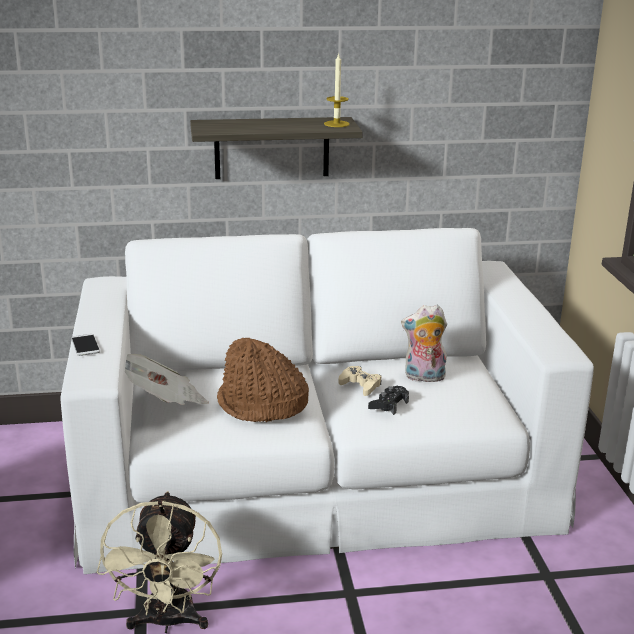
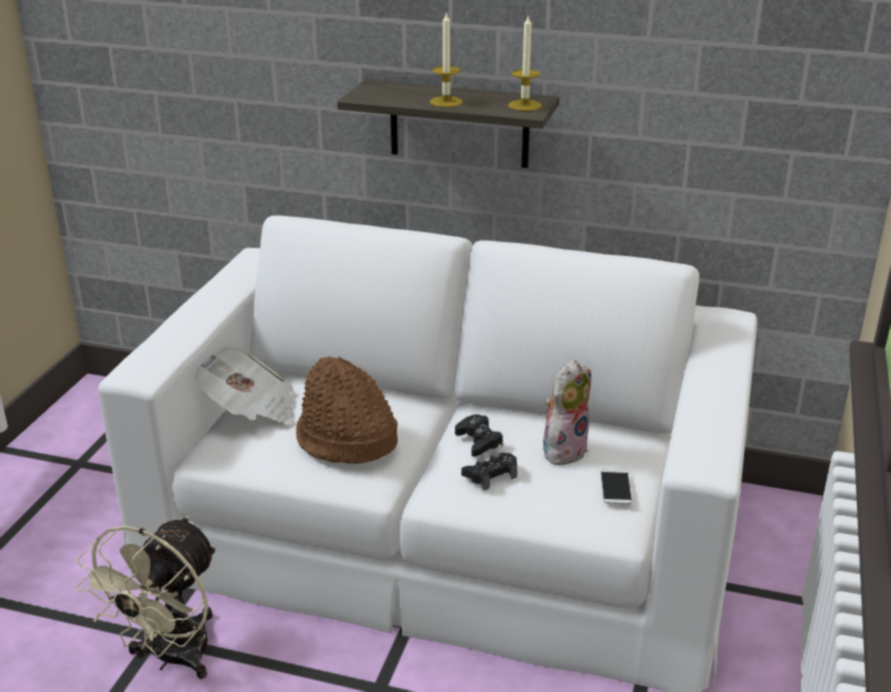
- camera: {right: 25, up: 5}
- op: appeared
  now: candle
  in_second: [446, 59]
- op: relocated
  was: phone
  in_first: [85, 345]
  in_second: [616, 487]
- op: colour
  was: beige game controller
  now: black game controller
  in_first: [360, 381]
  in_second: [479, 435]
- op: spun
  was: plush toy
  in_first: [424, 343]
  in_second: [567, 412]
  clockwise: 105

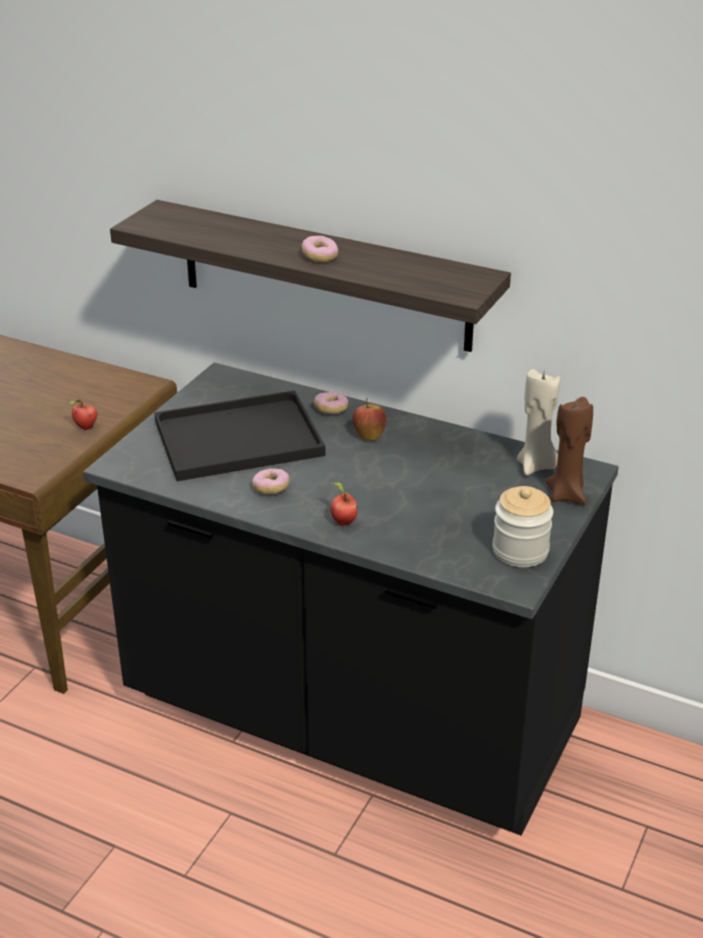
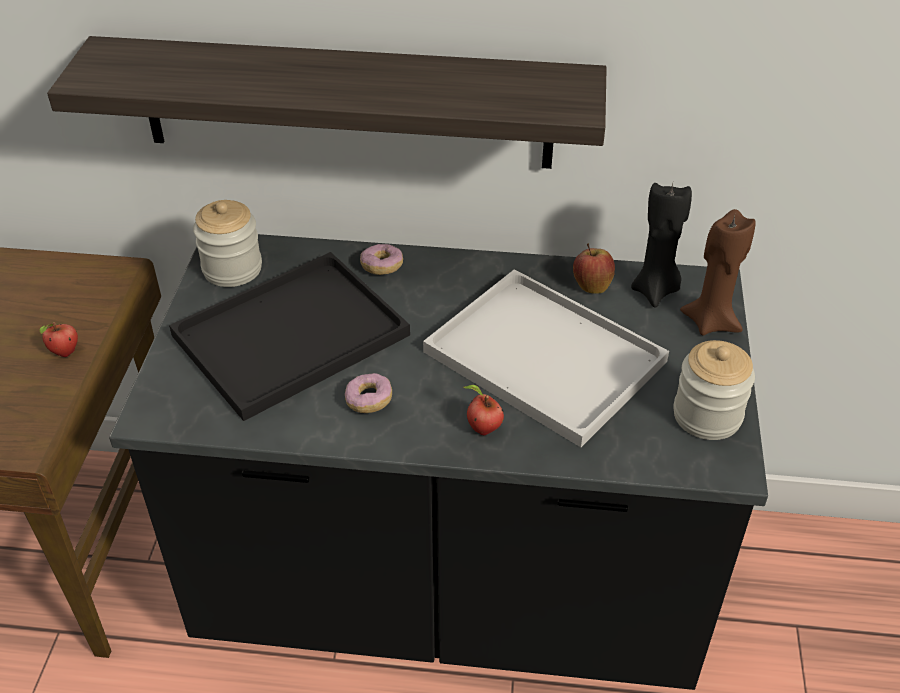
- camera: {right: -20, up: 10}
- op: missing
  was: donut
  in_first: [320, 249]
- op: appeared
  now: jar
  in_second: [227, 243]
- op: appeared
  now: white tray
  in_second: [546, 358]
- op: relocated
  was: apple
  in_first: [369, 419]
  in_second: [594, 268]
- op: colour
  was: beige candle
  now: black candle
  in_first: [538, 422]
  in_second: [661, 245]

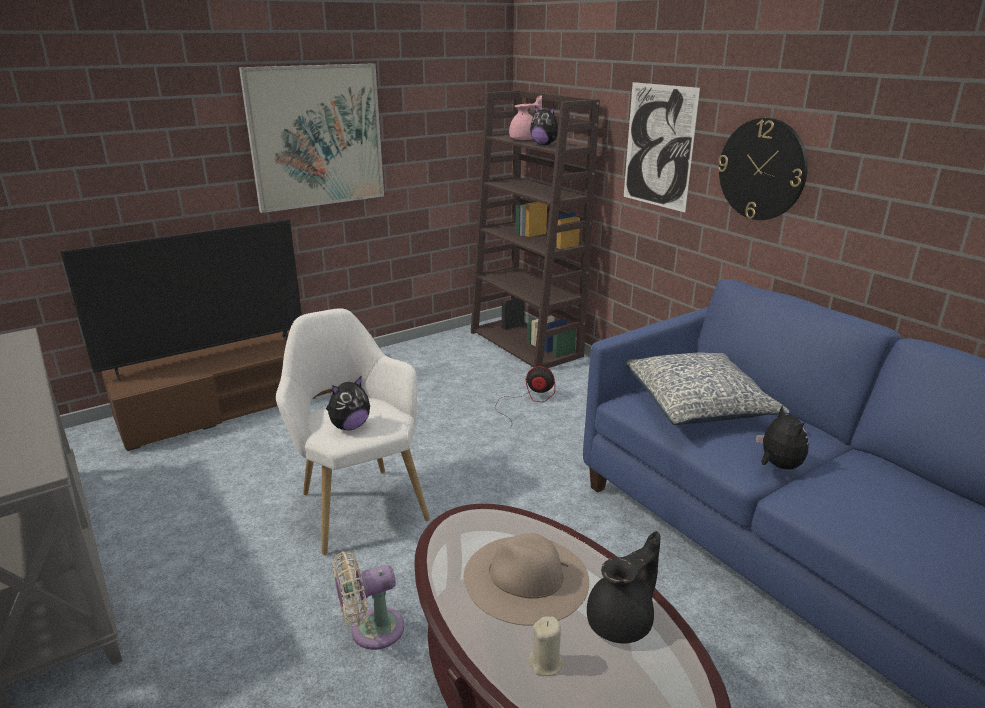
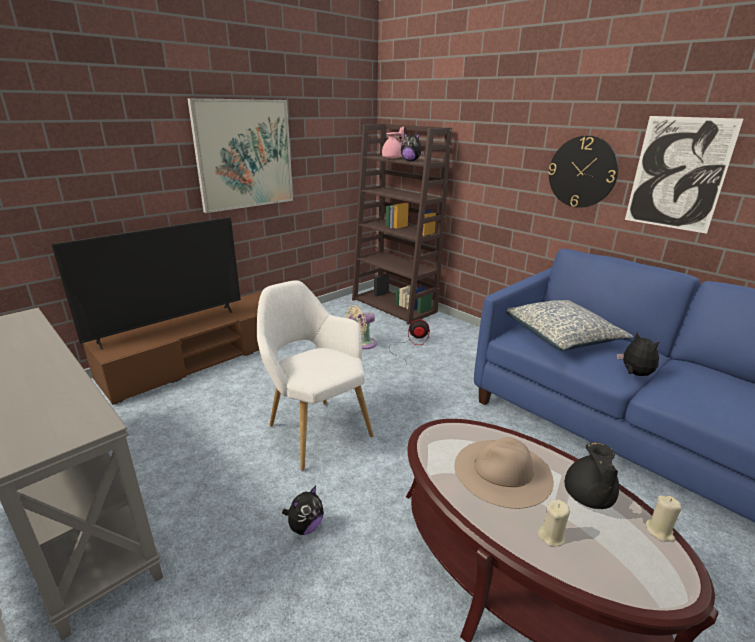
- camera: {right: -10, up: 0}
- op: appeared
  now: beige candle
  in_second: [664, 519]
- op: relocated
  was: plush toy
  in_first: [348, 403]
  in_second: [303, 510]
- op: relocated
  was: beige fan
  in_first: [368, 600]
  in_second: [361, 327]
- op: relocated
  was: picture
  in_first: [662, 147]
  in_second: [684, 175]
- op: spun
  was: black teapot
  in_first: [624, 587]
  in_second: [592, 475]
  clockwise: 150

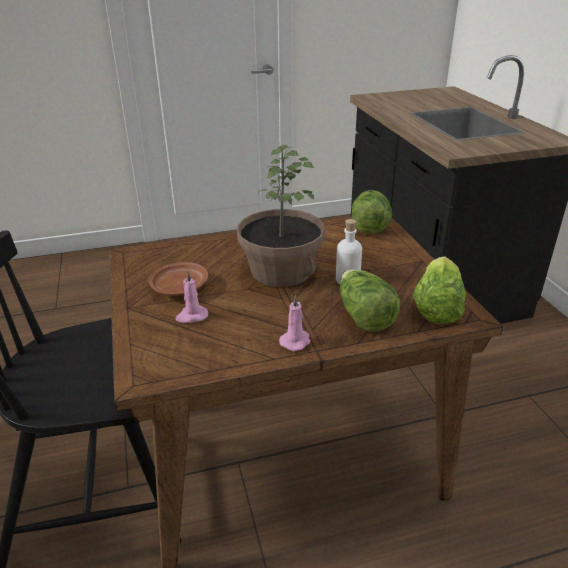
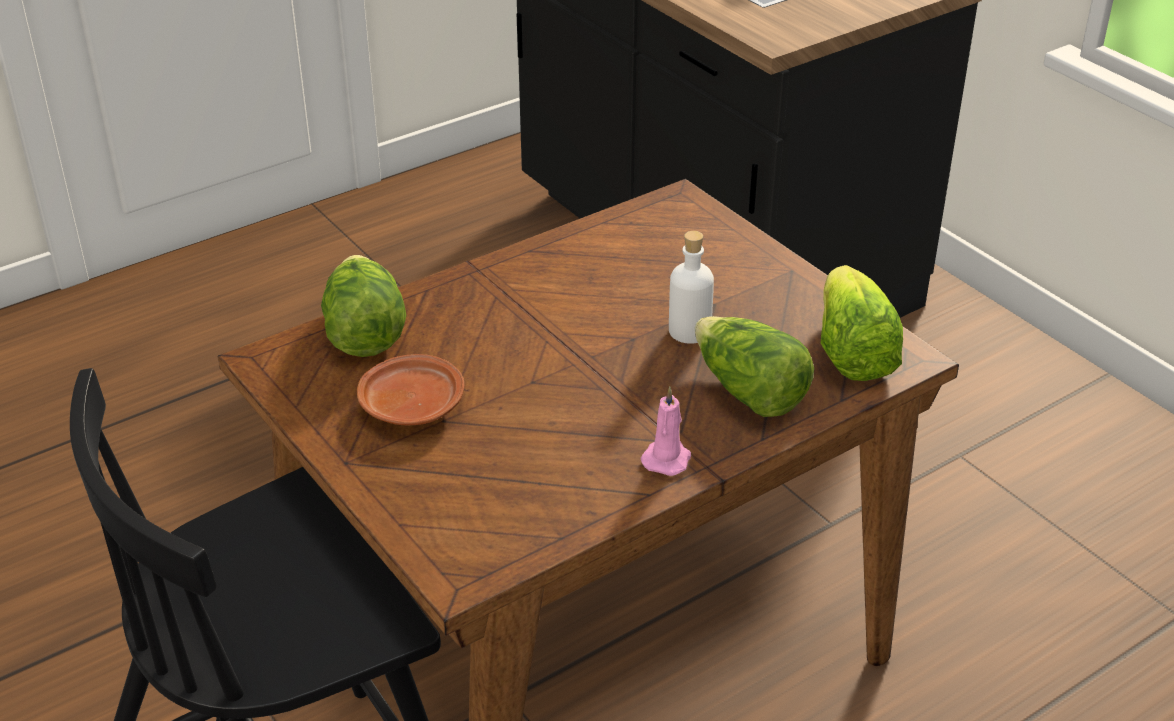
- camera: {right: -20, up: 5}
- op: missing
  was: pink candle
  in_first: [192, 297]
- op: missing
  was: potted plant
  in_first: [281, 216]
- op: relocated
  was: lettuce
  in_first: [372, 212]
  in_second: [363, 306]

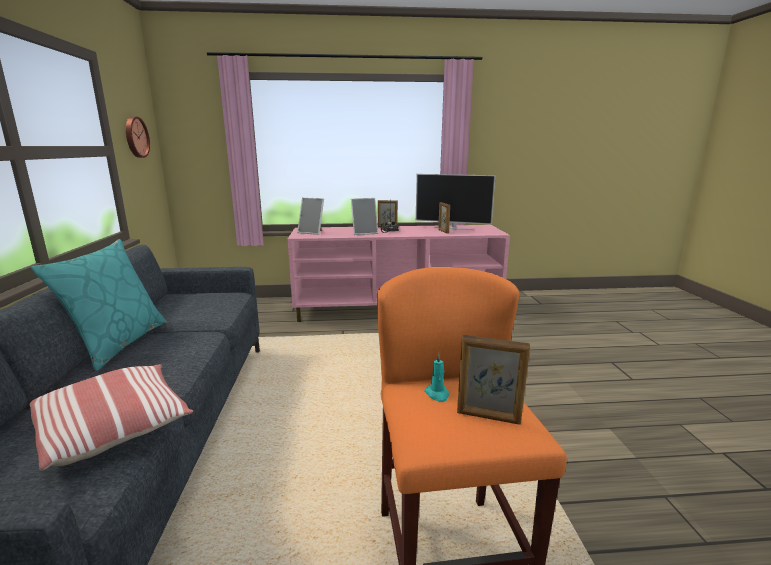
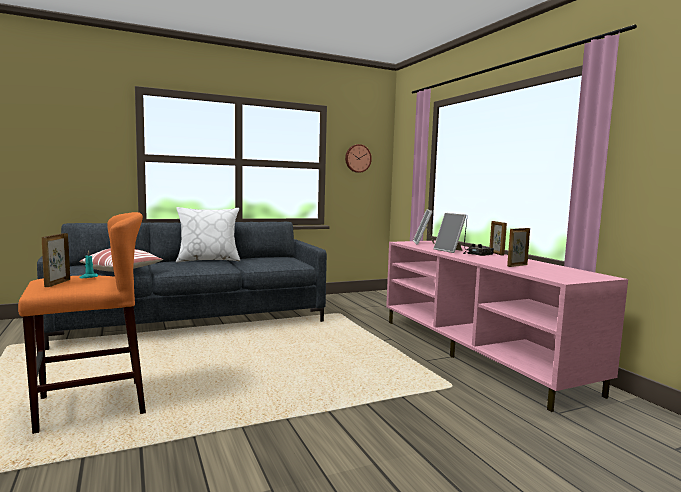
- camera: {right: 70, up: -10}
- op: missing
  was: television
  in_first: [456, 202]
- op: colour
  was: turquoise pillow
  now: white pillow
  in_first: [99, 305]
  in_second: [208, 235]

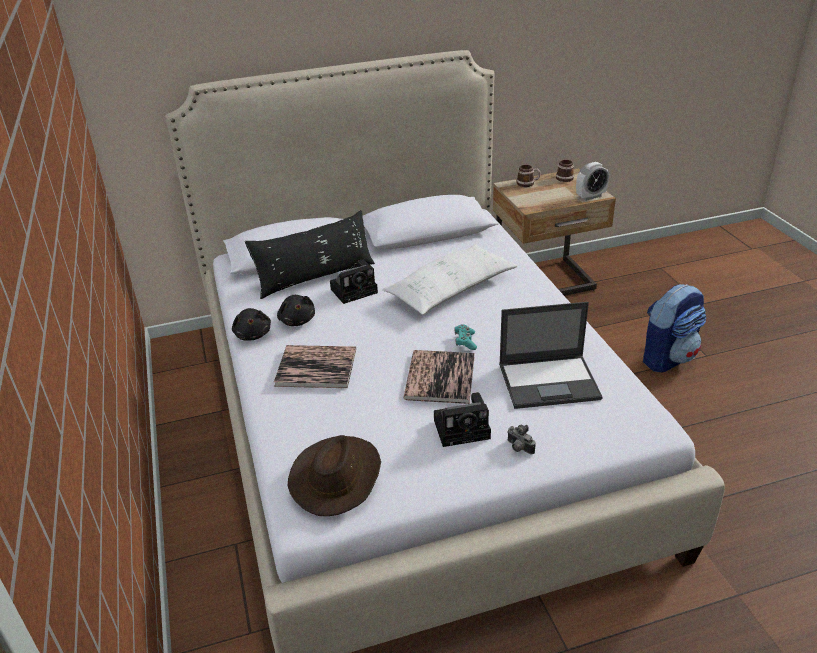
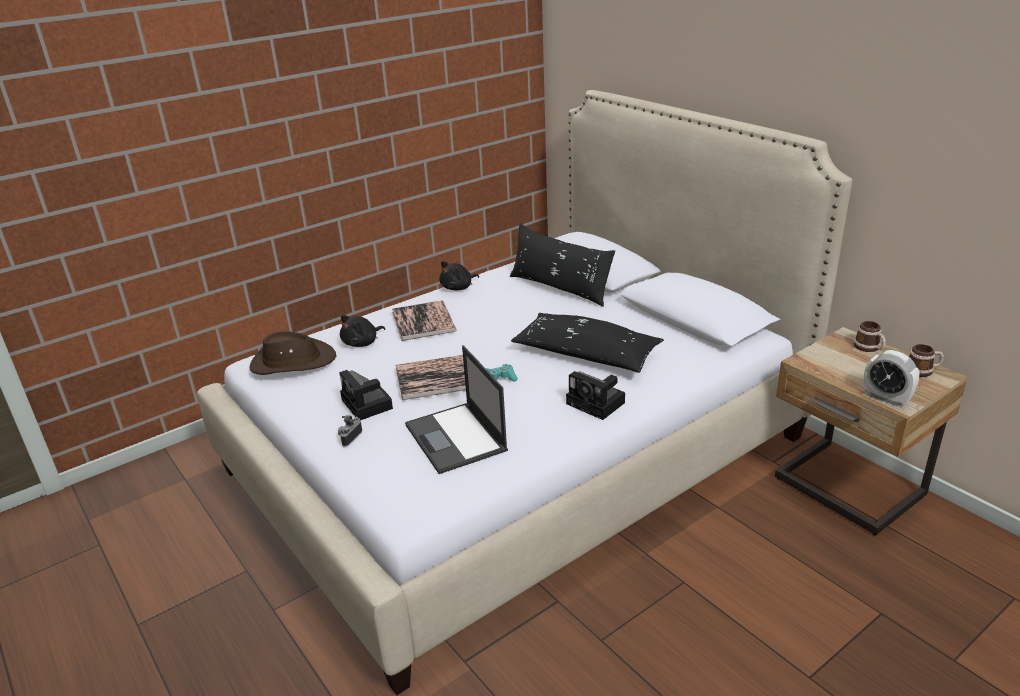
- camera: {right: 70, up: -5}
- op: missing
  was: backpack
  in_first: [674, 328]
- op: relocated
  was: black plush toy
  in_first: [296, 310]
  in_second: [362, 331]
- op: relocated
  was: photo camera
  in_first: [354, 281]
  in_second: [595, 395]
- op: colour
  was: white pillow
  now: black pillow
  in_first: [450, 279]
  in_second: [587, 343]

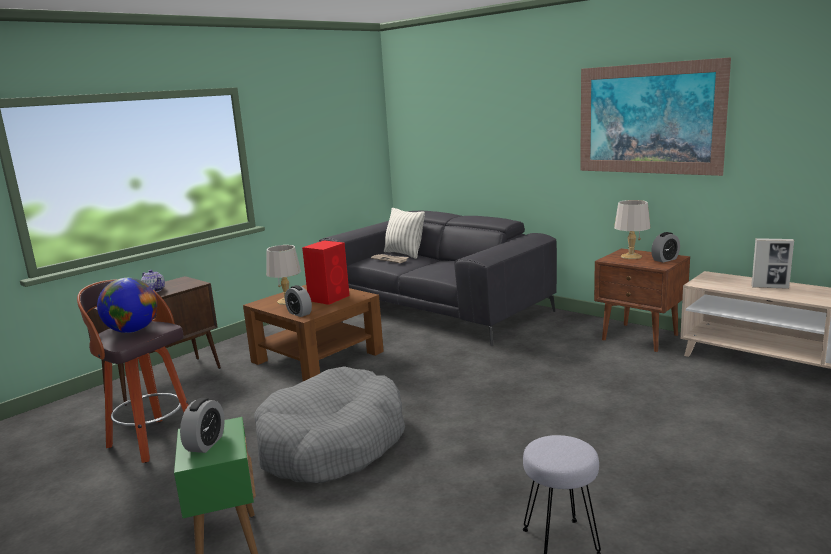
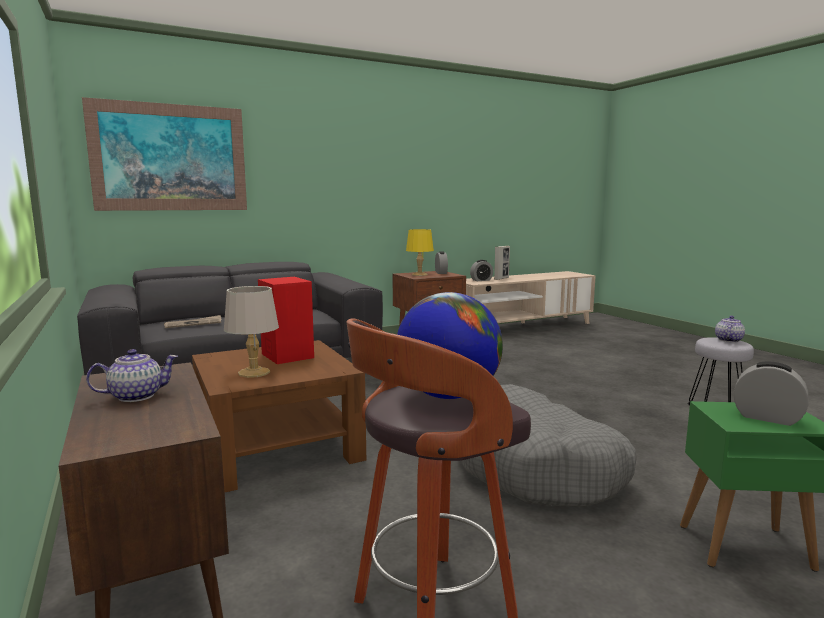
- camera: {right: -70, up: -5}
- op: missing
  was: pillow
  in_first: [404, 233]
- op: appeared
  now: teapot
  in_second: [730, 329]
- op: relocated
  was: alarm clock
  in_first: [298, 301]
  in_second: [481, 270]
- op: relocated
  was: picture
  in_first: [655, 116]
  in_second: [164, 154]
- op: colour
  was: grey table lamp
  now: yellow table lamp
  in_first: [632, 229]
  in_second: [420, 252]

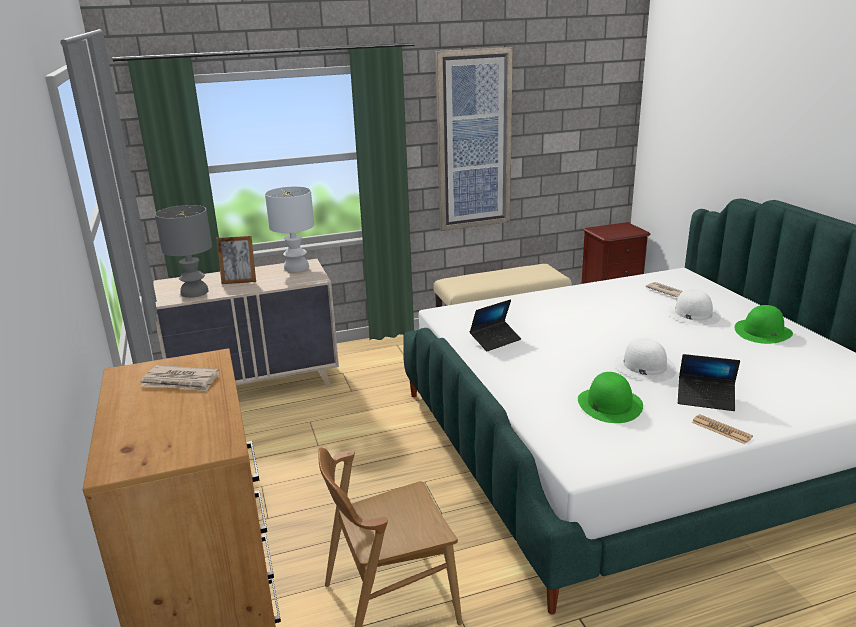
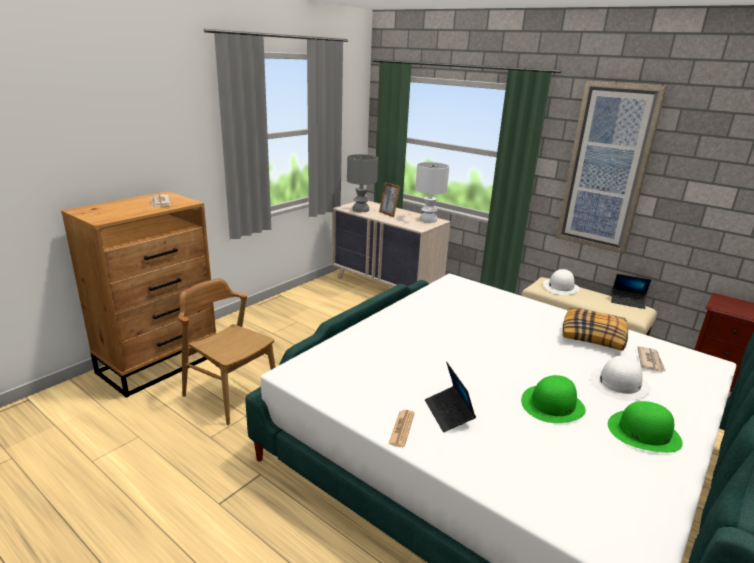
- camera: {right: 55, up: 0}
- op: appeared
  now: pillow
  in_second: [595, 329]
- op: relocated
  was: laptop
  in_first: [495, 325]
  in_second: [631, 291]
- op: relocated
  was: green hat
  in_first: [610, 397]
  in_second: [553, 399]
- op: relocated
  was: white hat
  in_first: [645, 360]
  in_second: [561, 282]

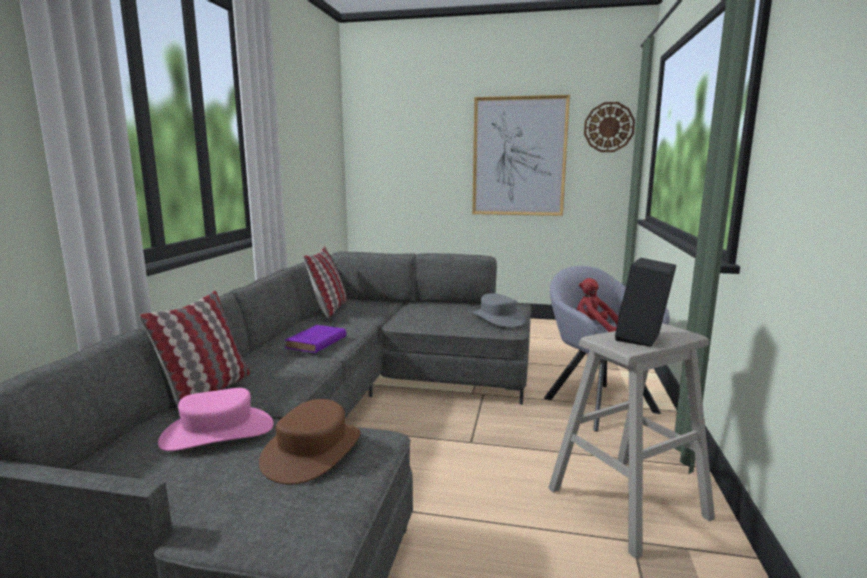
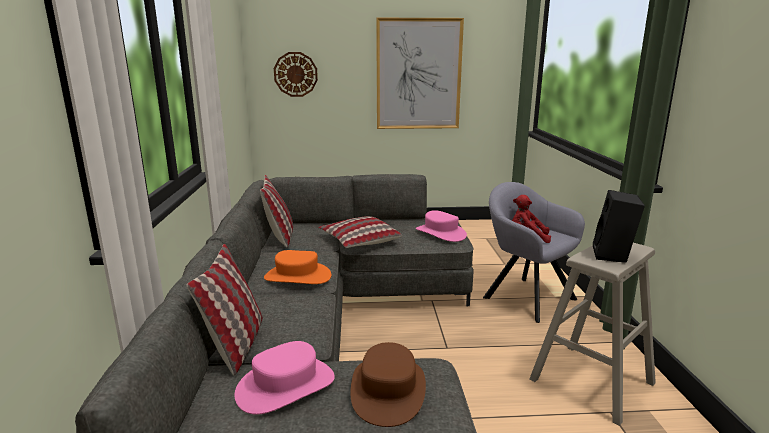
- camera: {right: -15, up: 5}
- op: appeared
  now: pillow
  in_second: [360, 232]
- op: relocated
  was: wall clock
  in_first: [609, 127]
  in_second: [296, 74]
- op: exchanged
  was: purple book
  now: orange hat
  in_first: [315, 339]
  in_second: [297, 267]
- op: colour
  was: grey hat
  now: pink hat
  in_first: [499, 310]
  in_second: [441, 226]

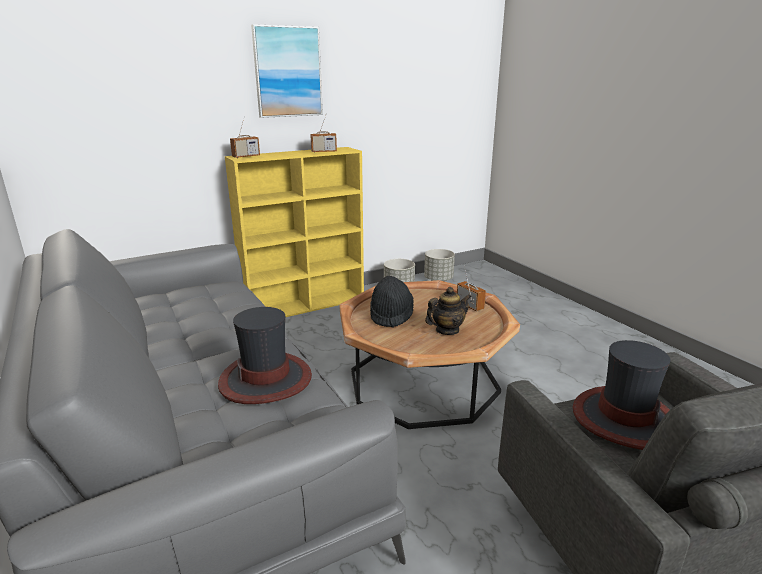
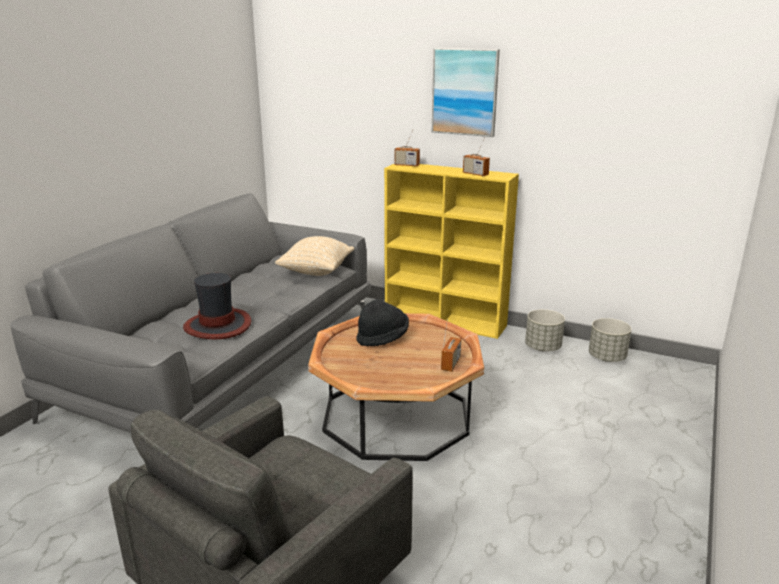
- camera: {right: 55, up: 0}
- op: missing
  was: teapot
  in_first: [448, 311]
- op: missing
  was: hat
  in_first: [621, 395]
- op: appeared
  now: beige pillow
  in_second: [314, 256]

